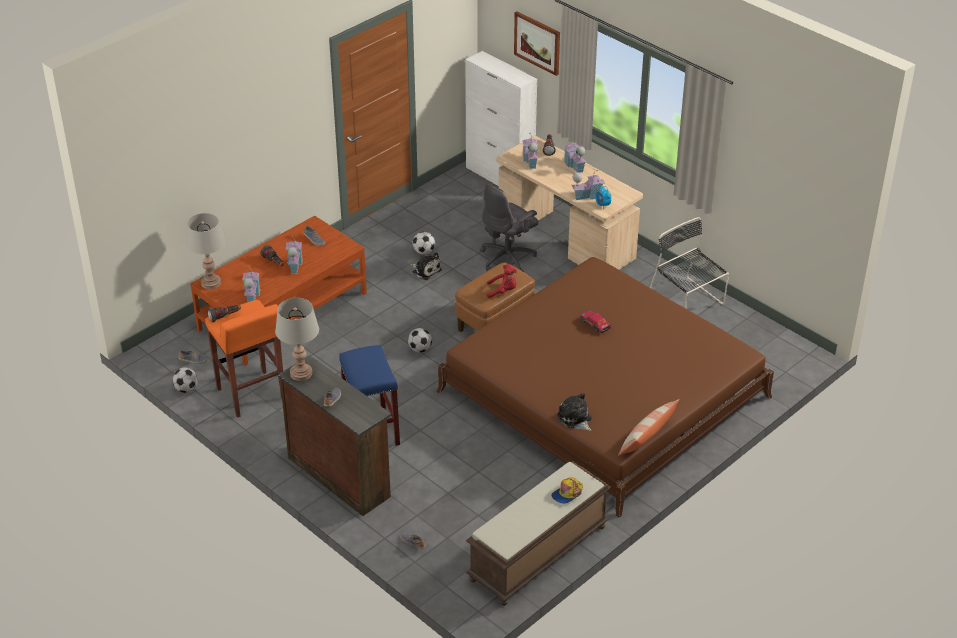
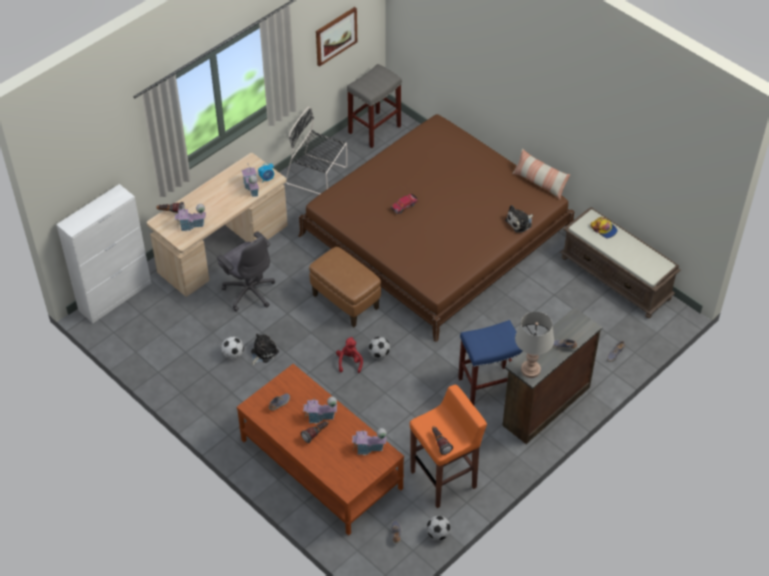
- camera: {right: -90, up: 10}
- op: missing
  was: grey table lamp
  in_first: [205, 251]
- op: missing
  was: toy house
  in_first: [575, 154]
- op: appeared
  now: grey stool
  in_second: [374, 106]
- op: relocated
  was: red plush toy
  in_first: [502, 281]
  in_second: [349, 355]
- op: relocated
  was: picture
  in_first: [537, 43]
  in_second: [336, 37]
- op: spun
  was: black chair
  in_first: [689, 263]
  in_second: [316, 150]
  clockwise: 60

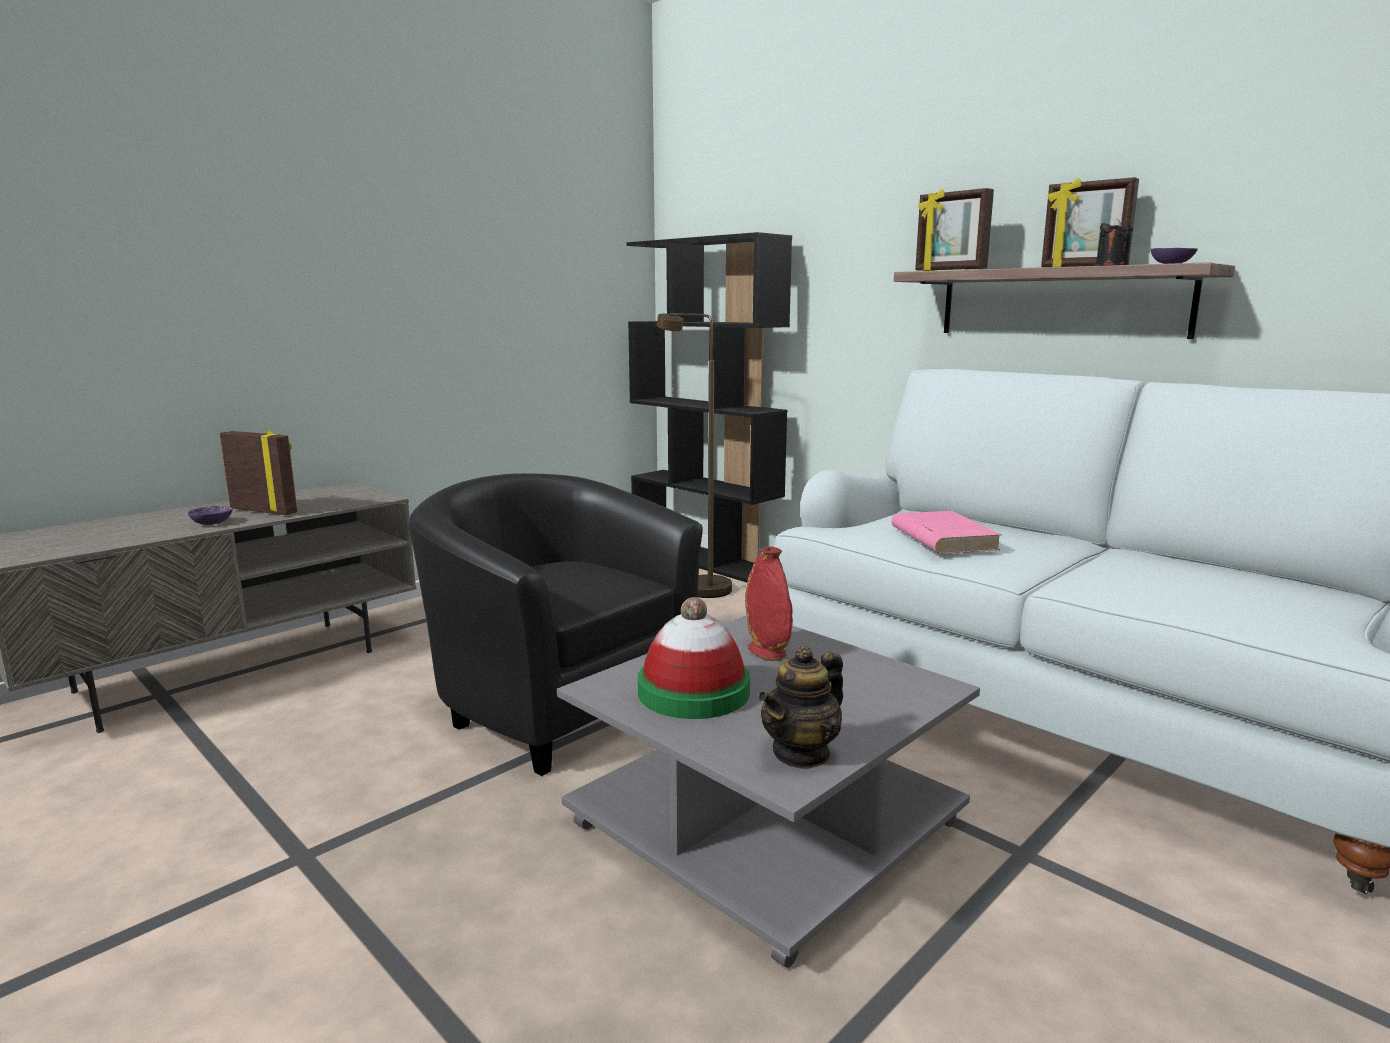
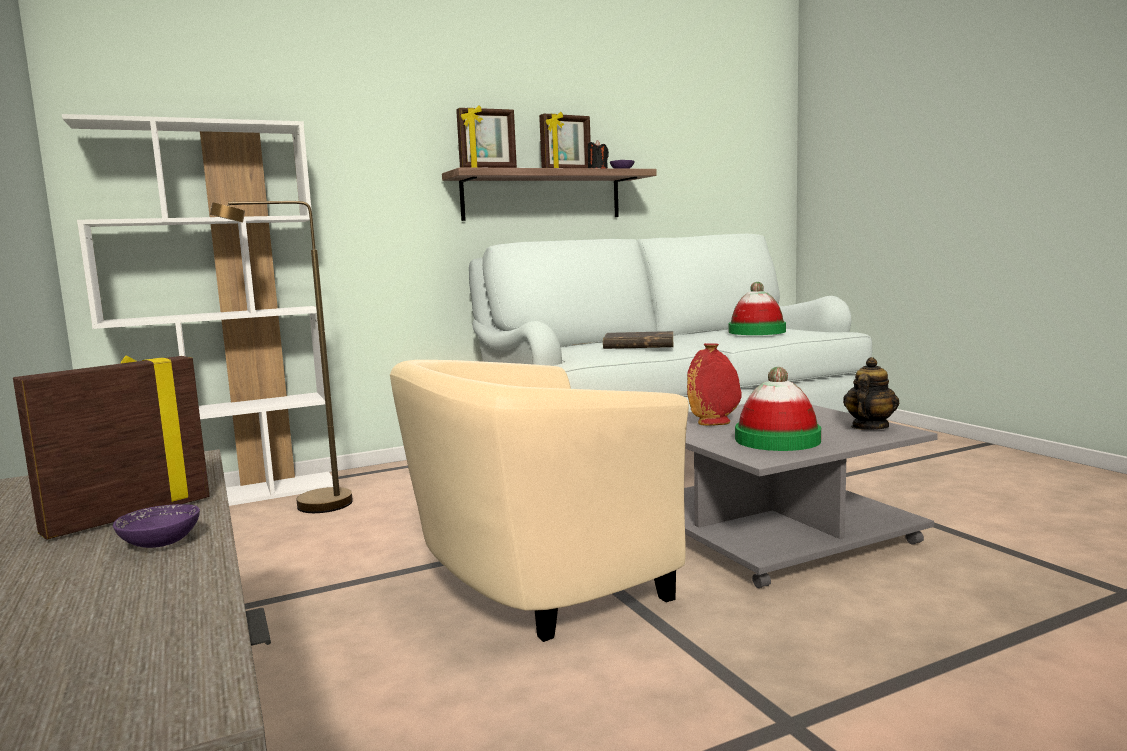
- camera: {right: -70, up: -5}
- op: appeared
  now: hat
  in_second: [757, 308]
- op: colour
  was: black armchair
  now: beige armchair
  in_first: [555, 624]
  in_second: [539, 501]
- op: colour
  was: black bookcase
  now: white bookcase
  in_first: [709, 407]
  in_second: [197, 310]
- op: colour
  was: pink book
  now: brown book
  in_first: [946, 532]
  in_second: [638, 340]
- op: spun
  was: teapot
  in_first: [800, 707]
  in_second: [871, 393]
  clockwise: -120

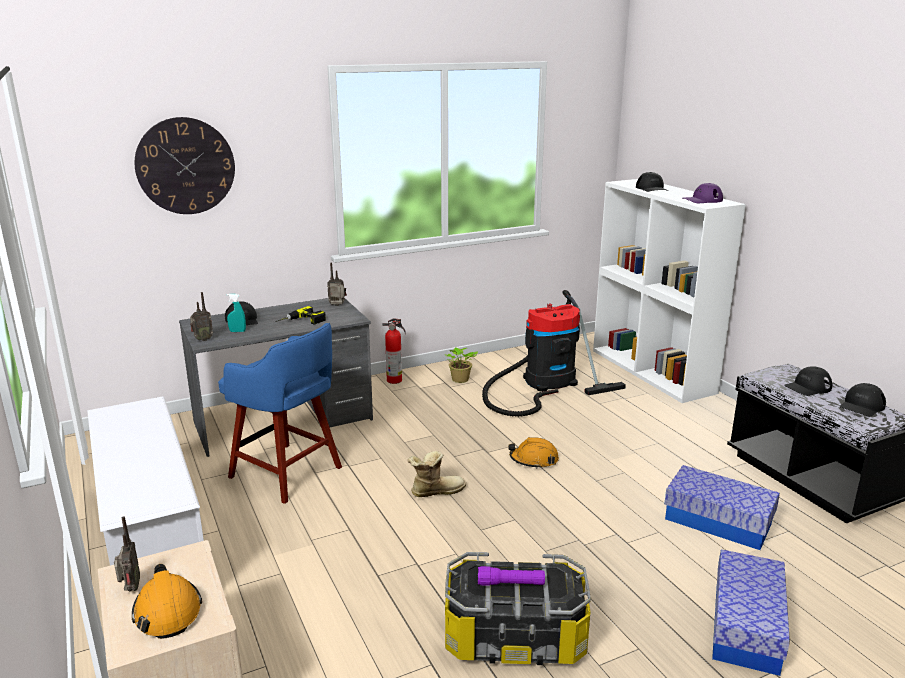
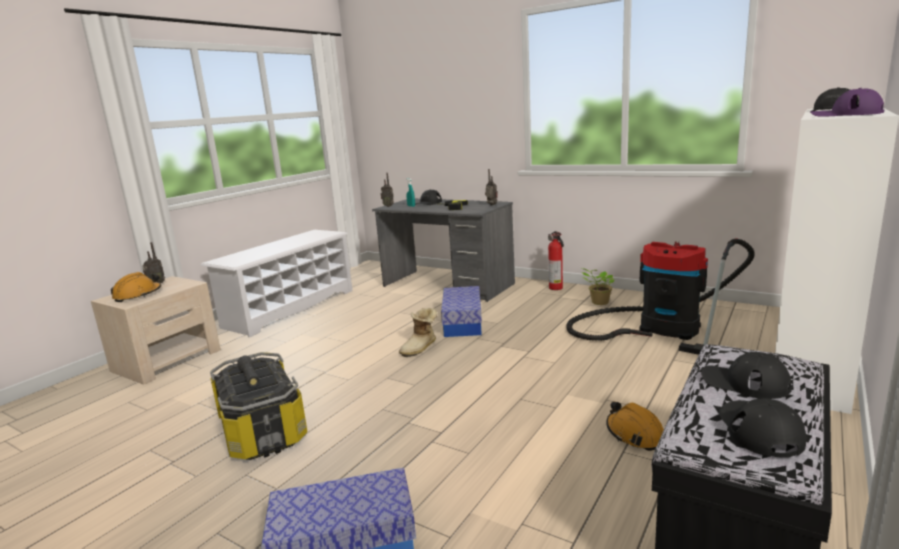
- camera: {right: 60, up: -5}
- op: missing
  was: wall clock
  in_first: [185, 165]
- op: missing
  was: blue stool
  in_first: [280, 413]
- op: relocated
  was: orange hard hat
  in_first: [533, 453]
  in_second: [635, 426]
- op: relocated
  was: storage box
  in_first: [722, 507]
  in_second: [461, 311]
- op: colour
  was: purple flashlight
  now: black flashlight
  in_first: [511, 576]
  in_second: [248, 371]
- op: spun
  was: boot
  in_first: [437, 474]
  in_second: [418, 332]
  clockwise: 90
- op: spun
  was: black cap
  in_first: [863, 399]
  in_second: [762, 428]
  clockwise: 75

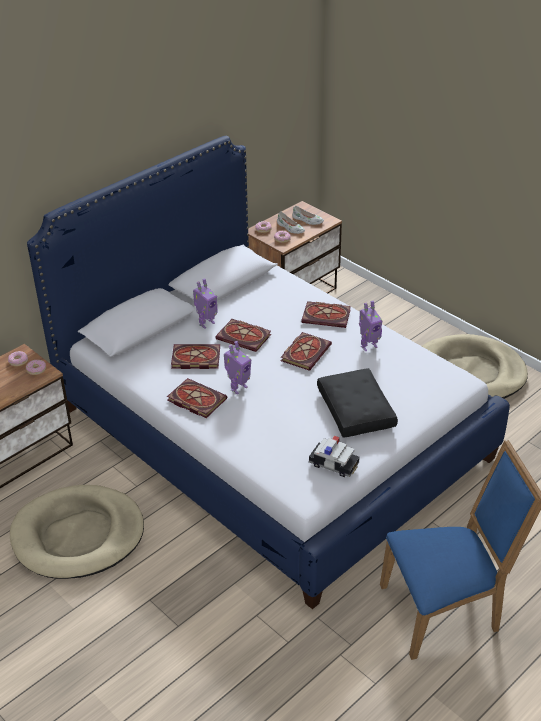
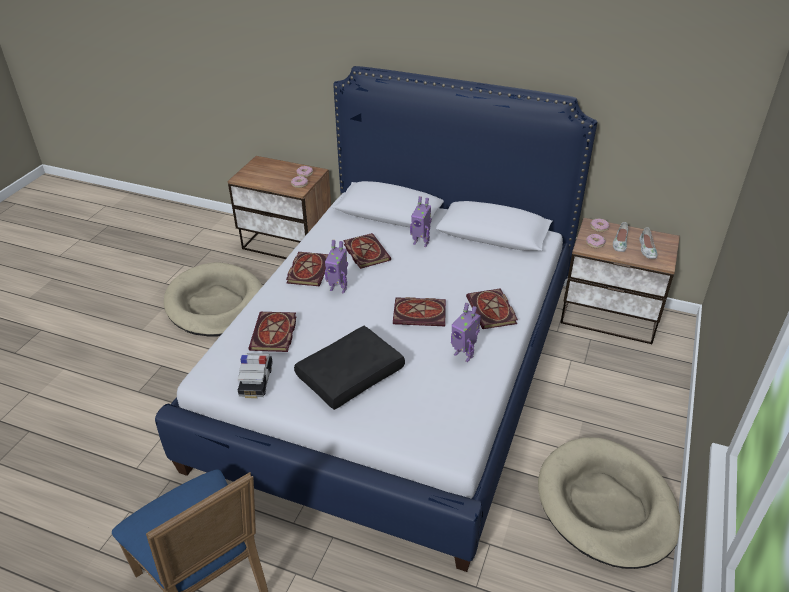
- camera: {right: 65, up: 0}
- op: relocated
  was: book
  in_first: [243, 335]
  in_second: [273, 332]

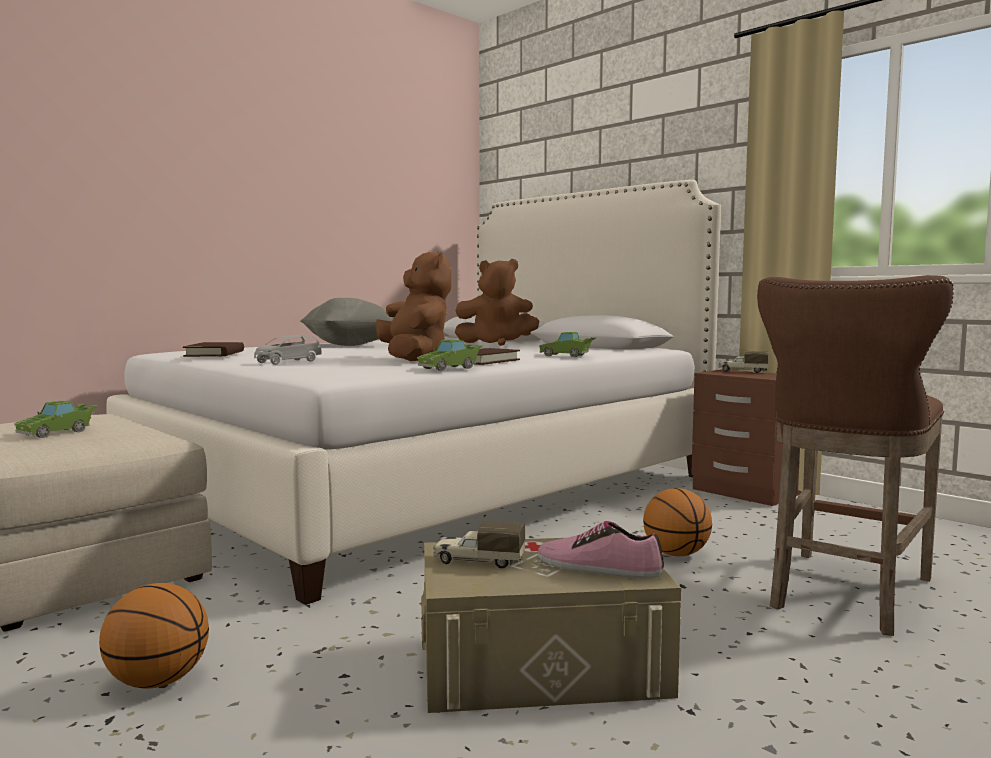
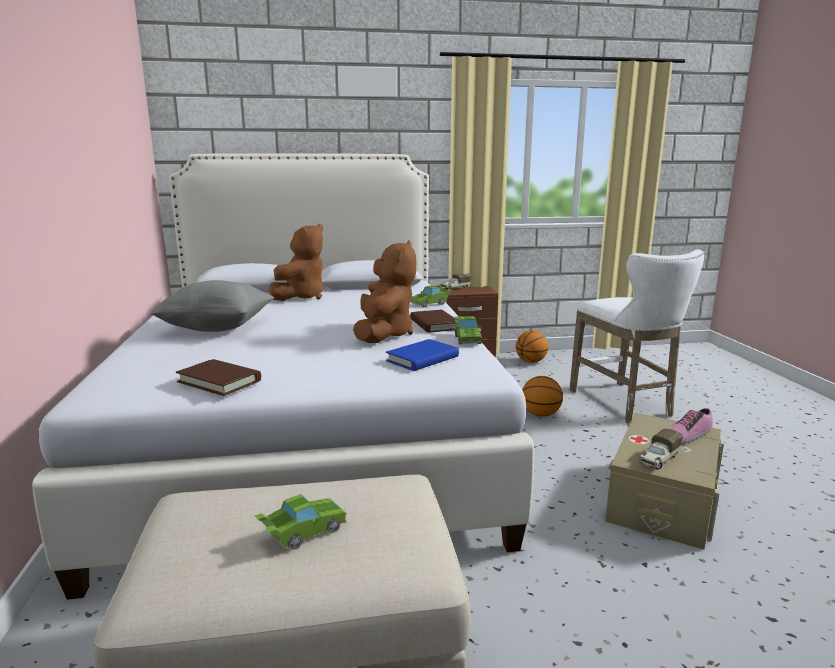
- camera: {right: -55, up: 10}
- op: missing
  was: grey toy car
  in_first: [288, 350]
- op: appeared
  now: blue book
  in_second: [422, 355]
- op: relocated
  was: basketball
  in_first: [154, 635]
  in_second: [532, 347]
- op: colour
  was: brown stool
  now: white stool
  in_first: [855, 455]
  in_second: [636, 336]
- op: spun
  was: green toy car
  in_first: [56, 419]
  in_second: [301, 522]
  clockwise: -105
- op: spun
  was: brown plush toy
  in_first: [413, 306]
  in_second: [384, 291]
  clockwise: 75

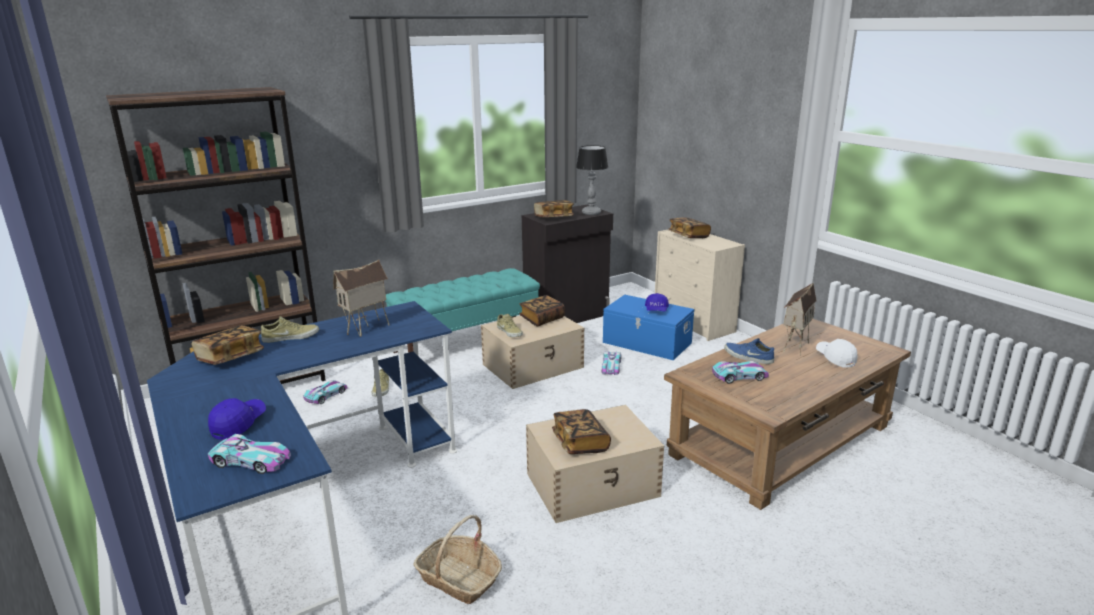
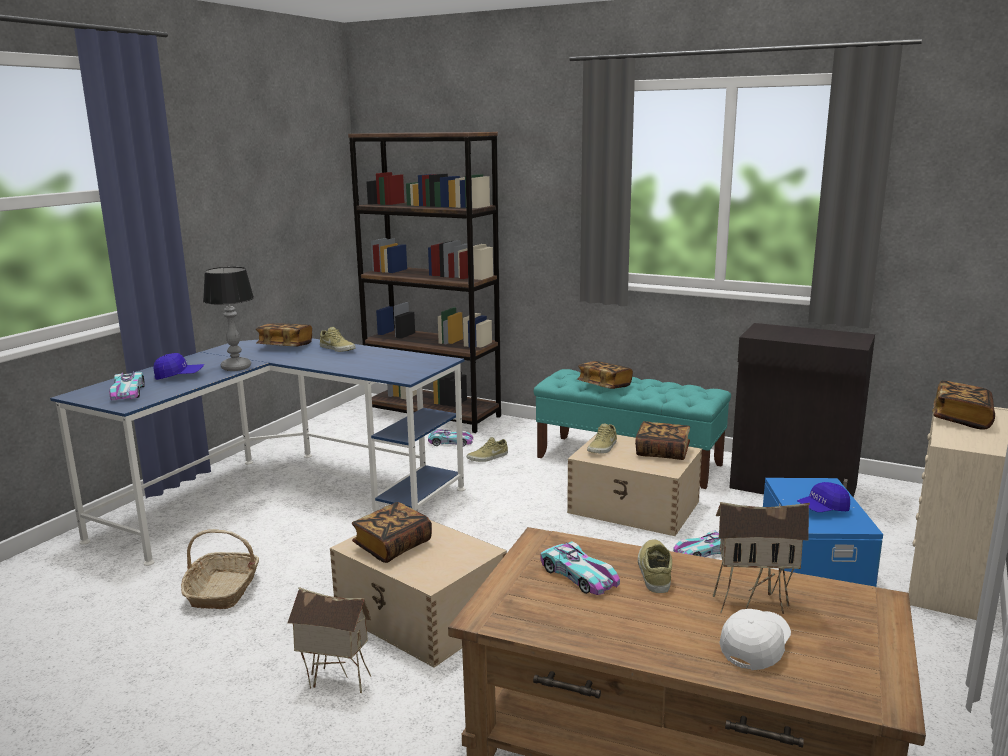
- camera: {right: 60, up: -5}
- op: relocated
  was: toy house
  in_first: [361, 298]
  in_second: [329, 640]
- op: relocated
  was: book
  in_first: [554, 208]
  in_second: [605, 375]
- op: relocated
  was: table lamp
  in_first: [592, 180]
  in_second: [228, 319]
- op: colour
  was: blue shoe
  now: beige shoe
  in_first: [749, 351]
  in_second: [655, 566]

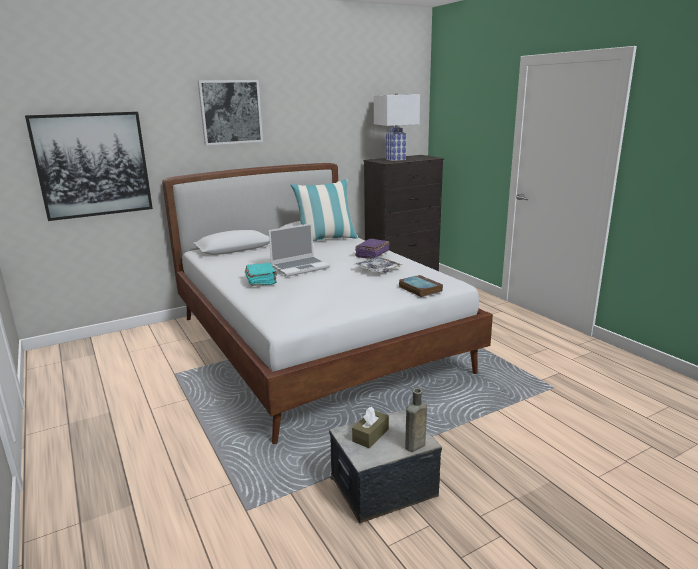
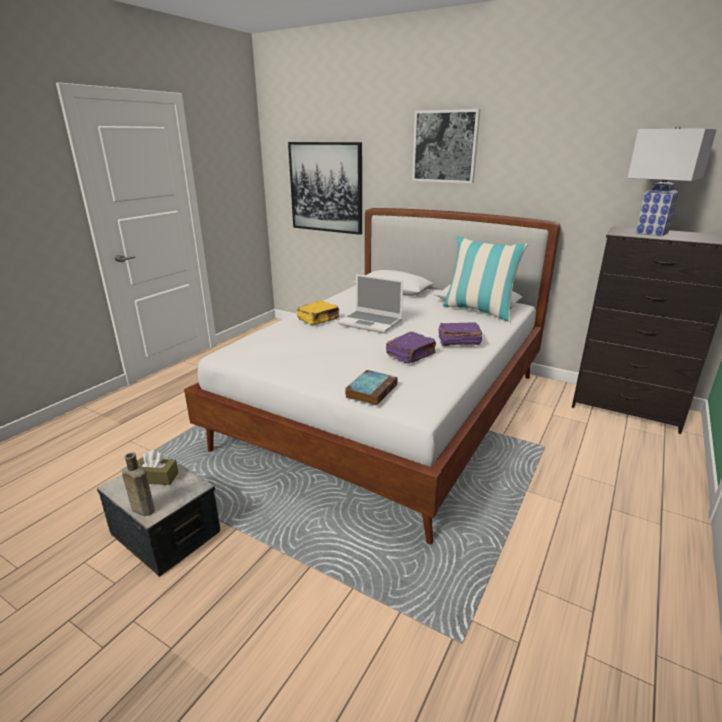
- camera: {right: 60, up: 5}
- op: exchanged
  was: tray
  now: purple book
  in_first: [378, 265]
  in_second: [411, 347]
- op: colour
  was: turquoise book
  now: yellow book
  in_first: [261, 274]
  in_second: [318, 312]

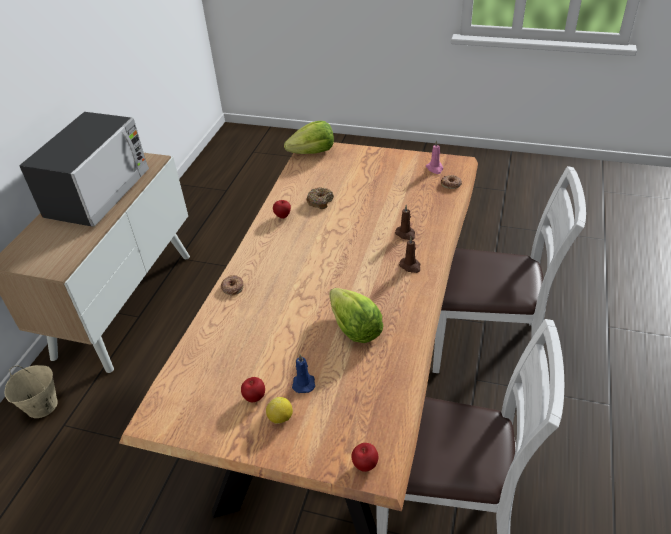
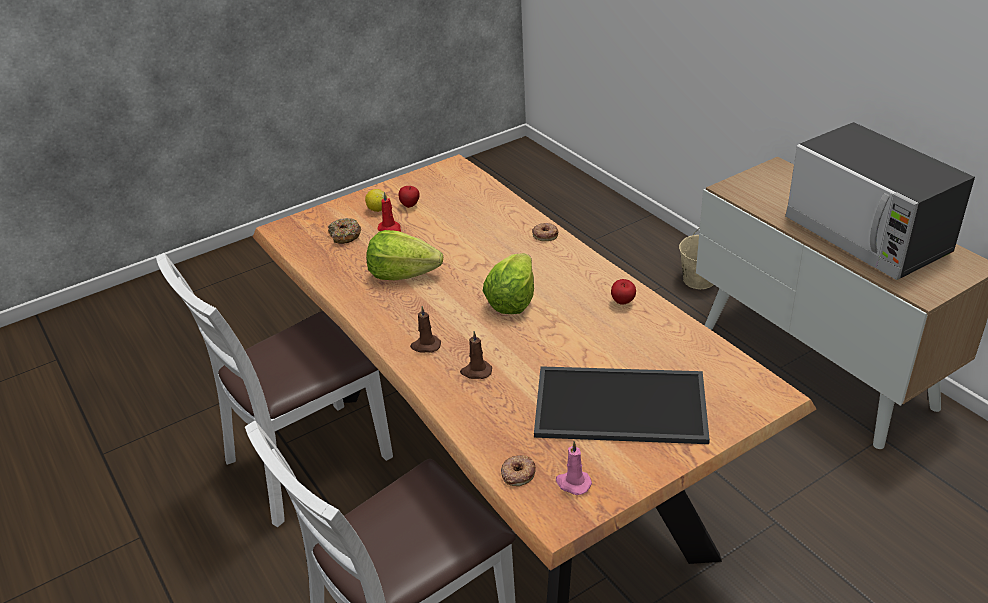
- camera: {right: 130, up: -5}
- op: missing
  was: apple
  in_first: [364, 457]
- op: appeared
  now: tray
  in_second: [622, 405]
- op: relocated
  was: lettuce
  in_first: [309, 137]
  in_second: [508, 283]
- op: relocated
  was: donut
  in_first: [320, 198]
  in_second: [344, 231]
- op: colour
  was: blue candle
  now: red candle
  in_first: [303, 373]
  in_second: [389, 212]

